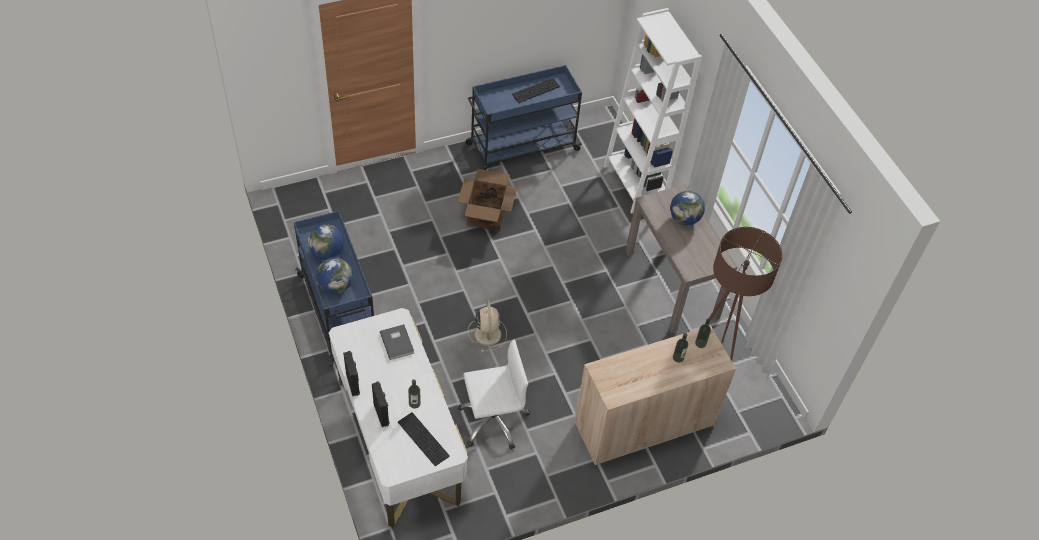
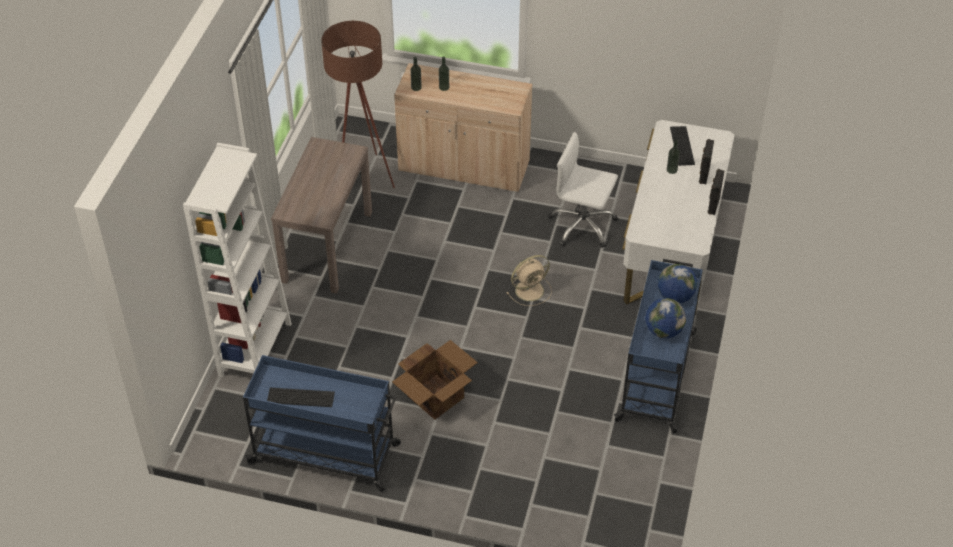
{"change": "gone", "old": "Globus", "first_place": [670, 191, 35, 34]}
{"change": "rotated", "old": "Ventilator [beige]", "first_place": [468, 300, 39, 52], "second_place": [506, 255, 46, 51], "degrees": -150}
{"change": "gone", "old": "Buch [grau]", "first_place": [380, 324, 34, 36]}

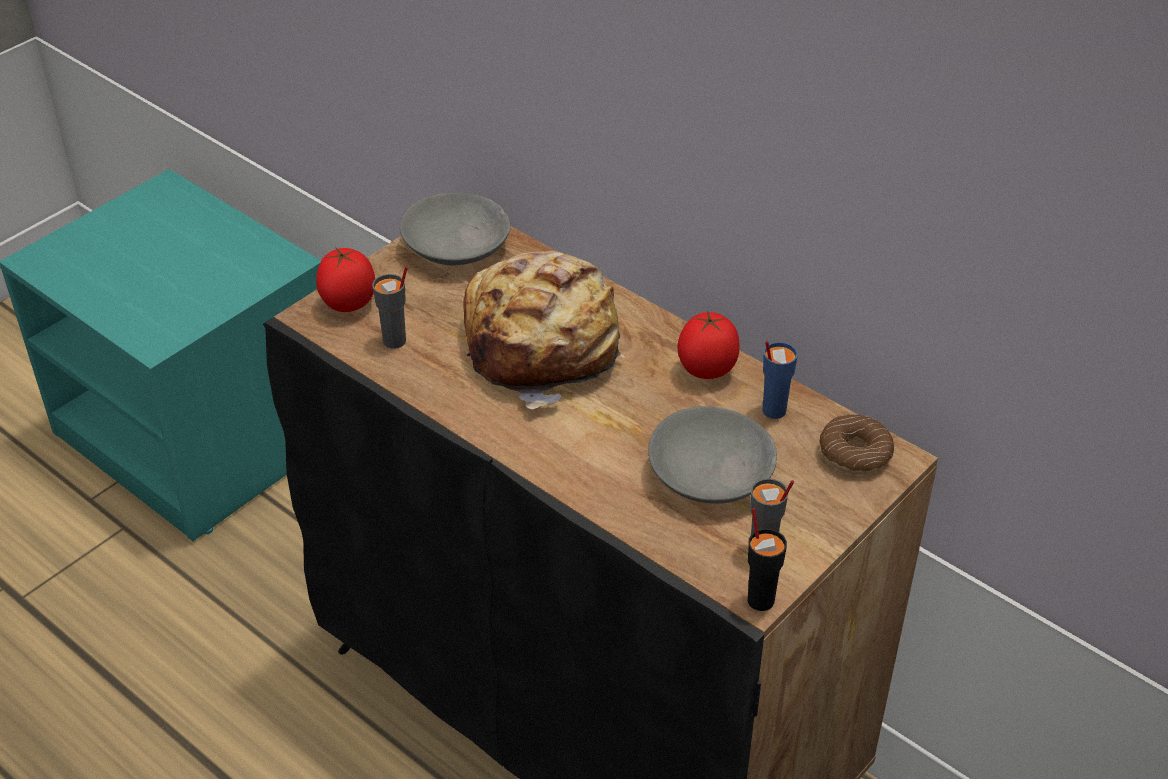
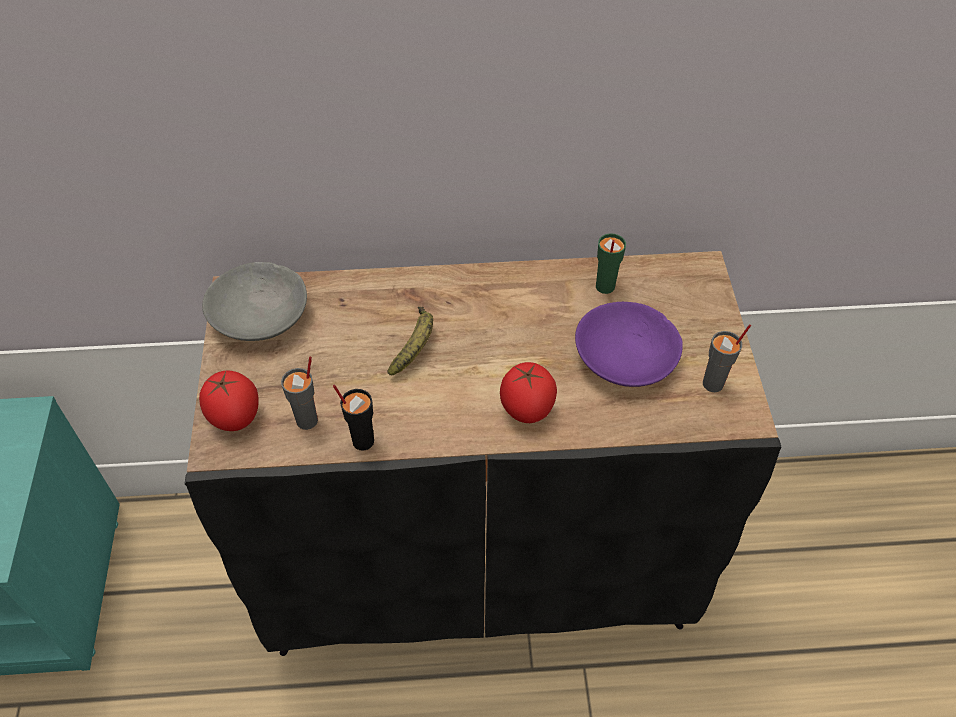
{"change": "swapped", "old": "Brot", "new": "Banane", "first_place": [463, 251, 162, 158], "second_place": [387, 307, 46, 69]}
{"change": "shifted", "old": "Tomate", "first_place": [677, 310, 63, 69], "second_place": [500, 362, 57, 61]}
{"change": "repainted", "old": "Tasse [blau]", "new": "Tasse [grün]", "first_place": [762, 341, 36, 78], "second_place": [596, 233, 30, 61]}
{"change": "repainted", "old": "Schüssel [grau]", "new": "Schüssel [lila]", "first_place": [648, 406, 129, 98], "second_place": [575, 302, 108, 85]}
{"change": "gone", "old": "Donut", "first_place": [820, 414, 74, 61]}
{"change": "shifted", "old": "Tasse [schwarz]", "first_place": [748, 508, 39, 103], "second_place": [333, 385, 41, 66]}

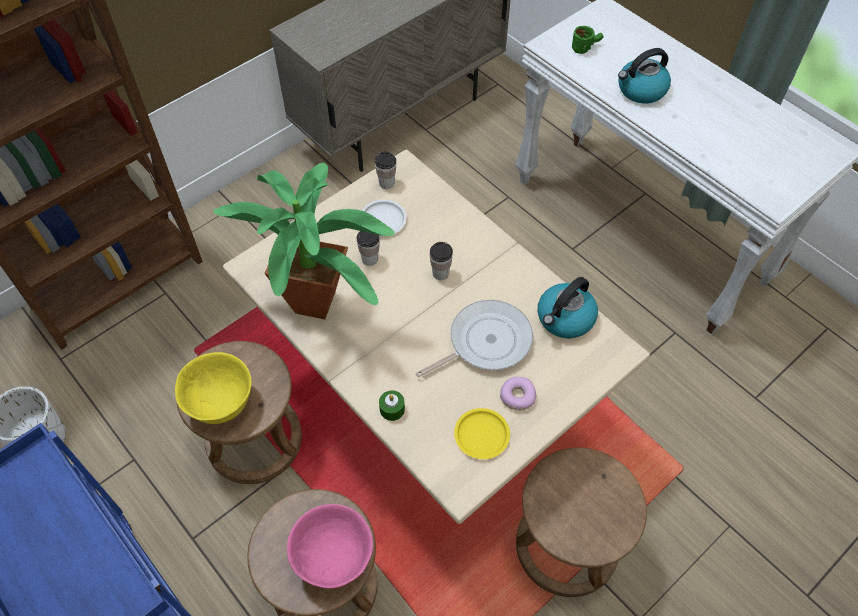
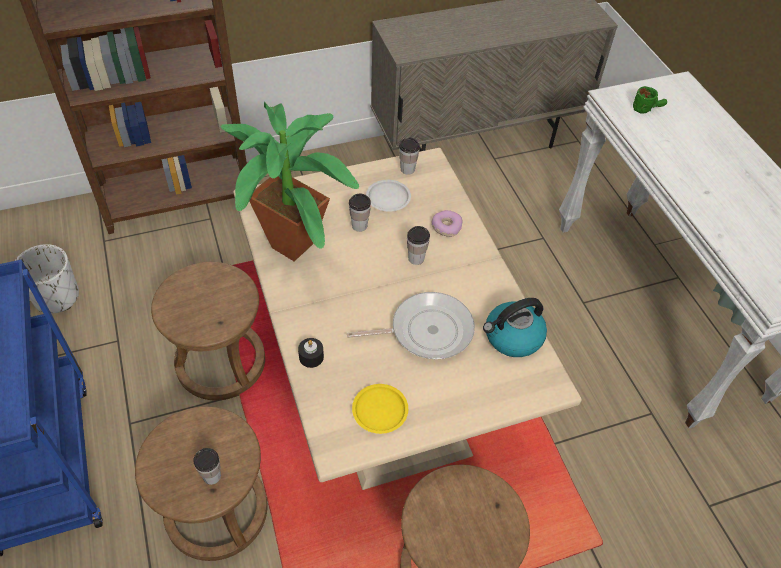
{"change": "gone", "old": "Wasserkessel", "first_place": [618, 48, 53, 56]}
{"change": "gone", "old": "Schüssel [gelb]", "first_place": [175, 352, 77, 72]}
{"change": "shifted", "old": "Donut", "first_place": [500, 377, 36, 33], "second_place": [432, 210, 31, 27]}
{"change": "repainted", "old": "Kerze [grün]", "new": "Kerze [schwarz]", "first_place": [379, 390, 26, 31], "second_place": [298, 338, 26, 30]}
{"change": "swapped", "old": "Schüssel [rosa]", "new": "Tasse", "first_place": [287, 504, 86, 85], "second_place": [193, 448, 28, 37]}

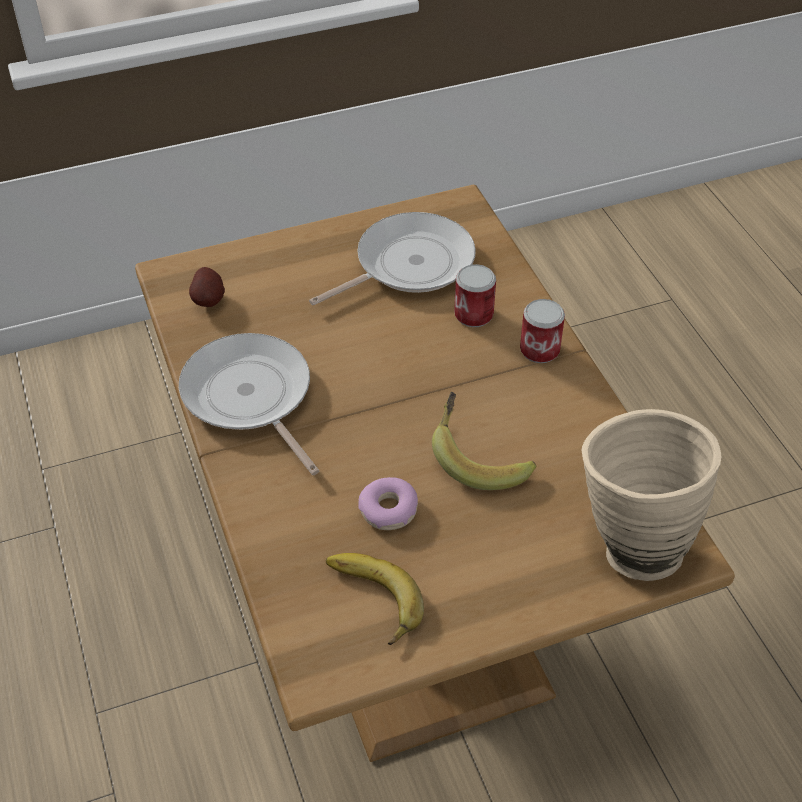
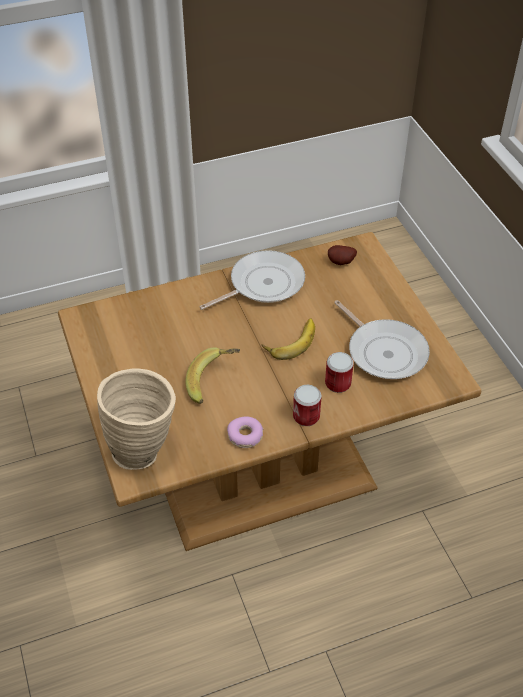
{"change": "shifted", "old": "Donut", "first_place": [358, 477, 60, 53], "second_place": [227, 416, 36, 32]}
{"change": "shifted", "old": "Banane", "first_place": [326, 553, 98, 92], "second_place": [262, 318, 53, 42]}

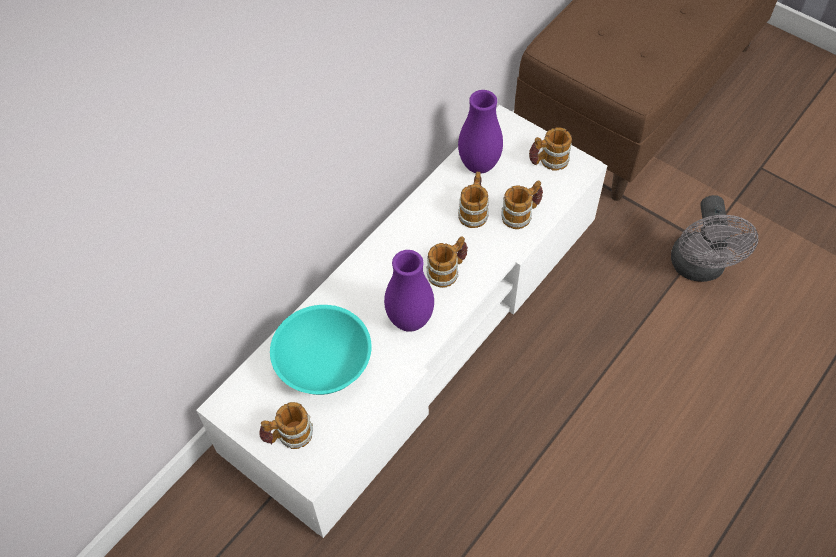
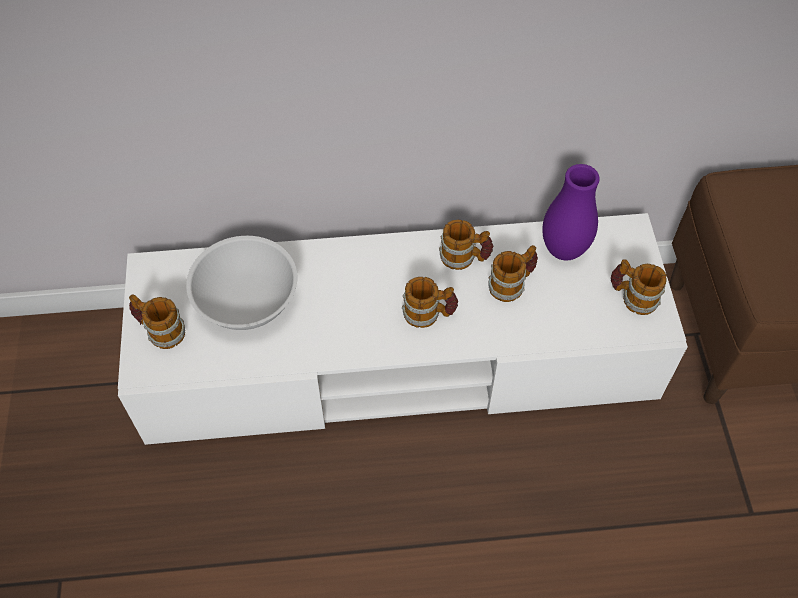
{"change": "shifted", "old": "Henkelbecher", "first_place": [501, 181, 42, 48], "second_place": [439, 220, 54, 50]}
{"change": "gone", "old": "Ventilator [grau]", "first_place": [671, 195, 87, 87]}
{"change": "gone", "old": "Vase [lila]", "first_place": [384, 250, 50, 82]}
{"change": "repainted", "old": "Schüssel [türkis]", "new": "Schüssel [weiß]", "first_place": [270, 305, 102, 90], "second_place": [186, 236, 111, 94]}

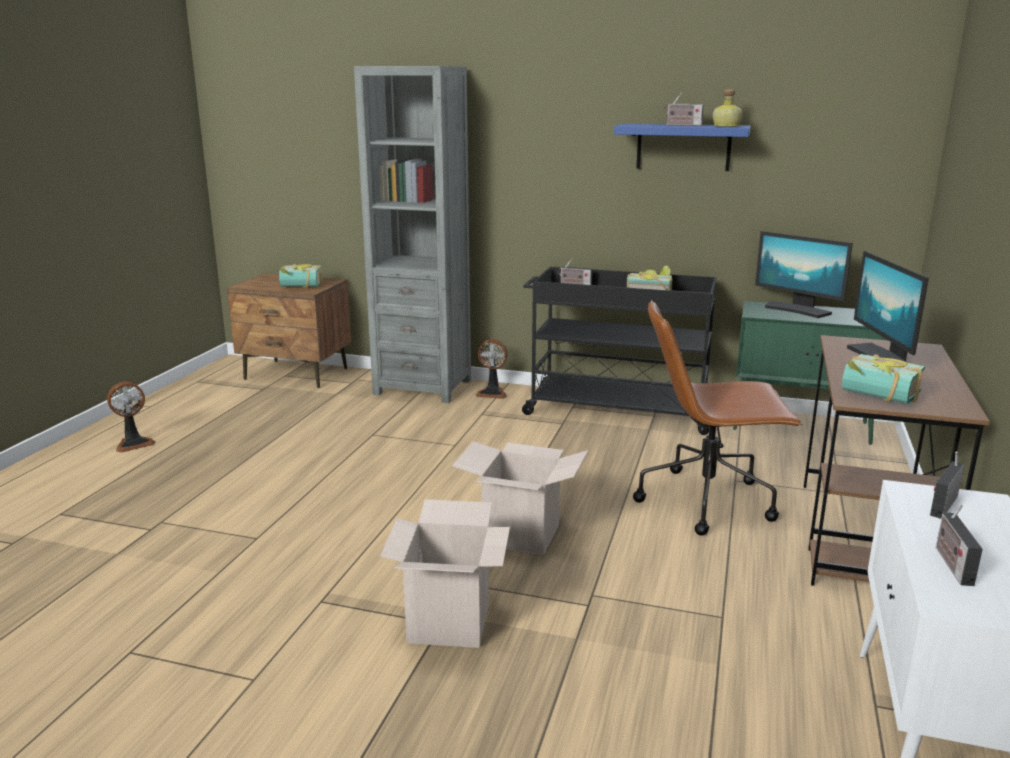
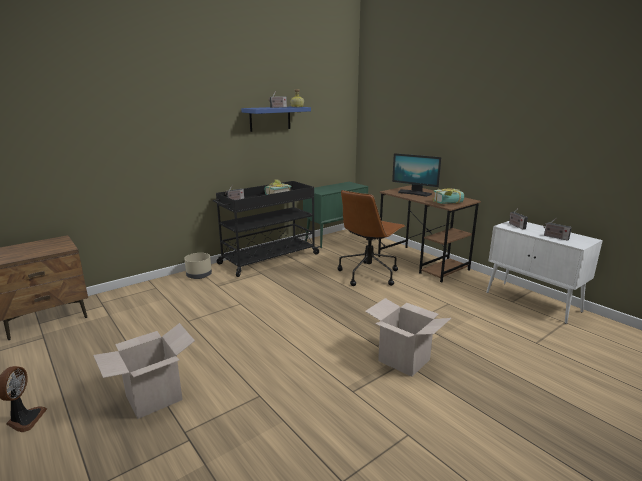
{"change": "gone", "old": "Bücherregal [grau]", "first_place": [354, 66, 117, 337]}
{"change": "gone", "old": "Monitor", "first_place": [755, 231, 98, 87]}
{"change": "gone", "old": "Buch", "first_place": [279, 264, 44, 24]}
{"change": "swapped", "old": "Ventilator", "new": "Pflanzkübel [beige]", "first_place": [475, 339, 33, 60], "second_place": [184, 253, 28, 26]}
{"change": "shifted", "old": "Karton", "first_place": [452, 441, 136, 115], "second_place": [93, 323, 102, 96]}

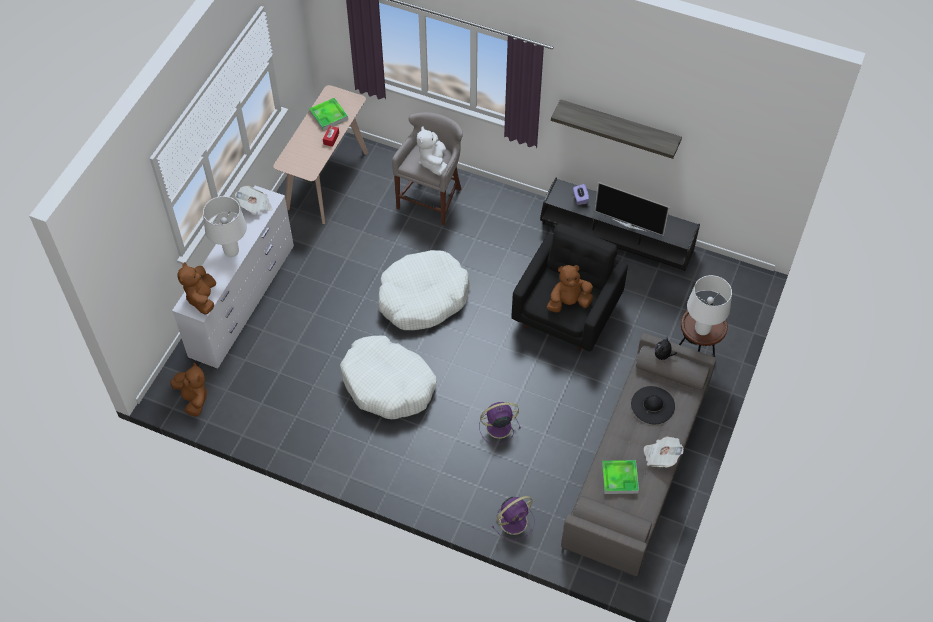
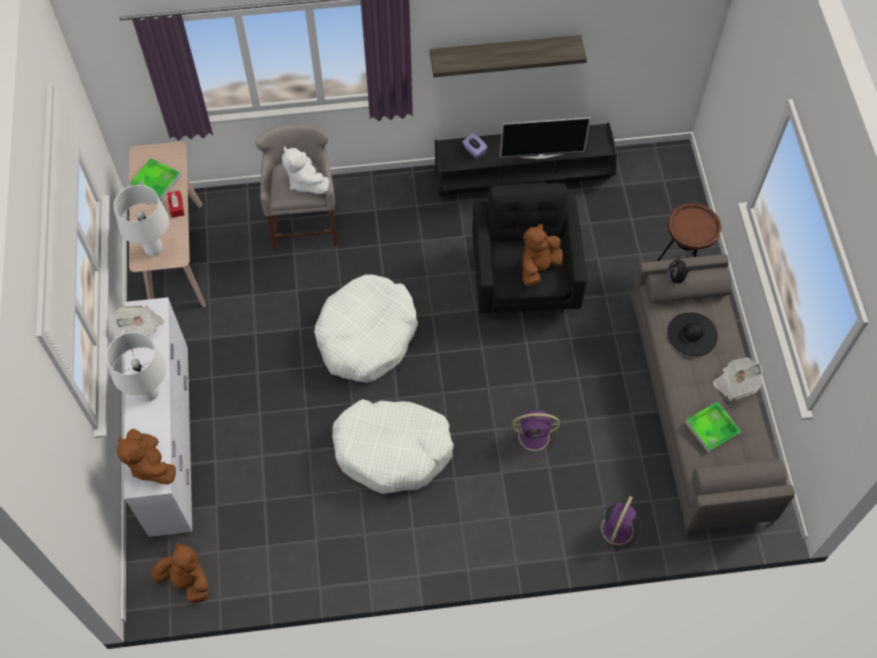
{"change": "shifted", "old": "Tischlampe [weiß]", "first_place": [687, 275, 45, 60], "second_place": [114, 185, 55, 71]}
{"change": "rotated", "old": "Ventilator [lila]", "first_place": [479, 402, 42, 43], "second_place": [510, 409, 50, 48], "degrees": -135}

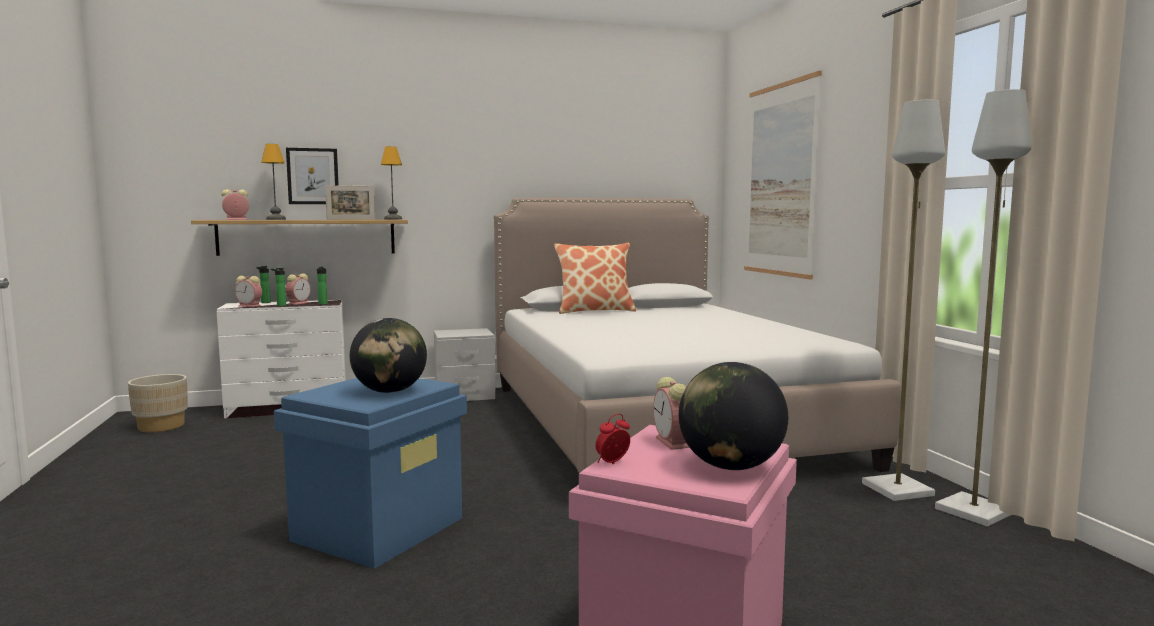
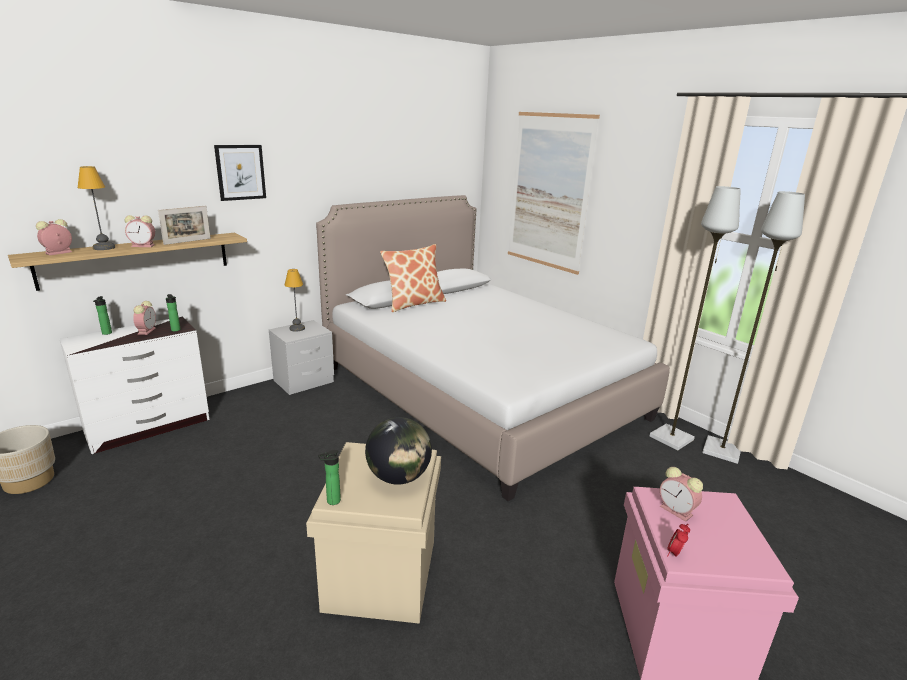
{"change": "shifted", "old": "Tischlampe", "first_place": [381, 146, 21, 74], "second_place": [285, 269, 20, 63]}
{"change": "shifted", "old": "Bild", "first_place": [286, 148, 53, 56], "second_place": [214, 145, 52, 56]}
{"change": "shifted", "old": "Flasche", "first_place": [271, 268, 15, 38], "second_place": [318, 450, 23, 55]}
{"change": "shifted", "old": "Wecker", "first_place": [235, 276, 27, 31], "second_place": [125, 215, 30, 32]}
{"change": "gone", "old": "Globus", "first_place": [679, 362, 109, 108]}
{"change": "repainted", "old": "Aufbewahrungsbox [blau]", "new": "Aufbewahrungsbox [beige]", "first_place": [274, 378, 193, 191], "second_place": [306, 442, 135, 182]}

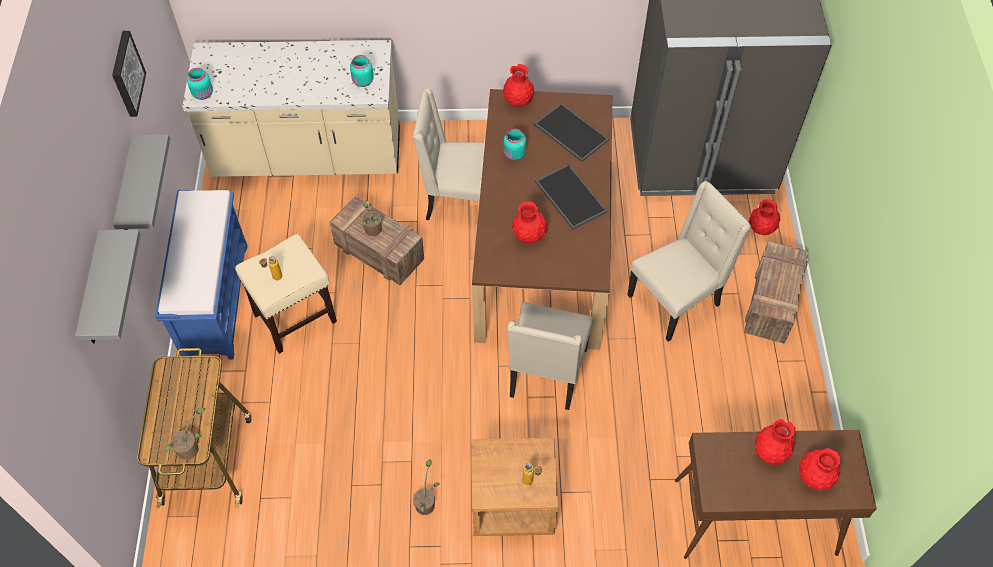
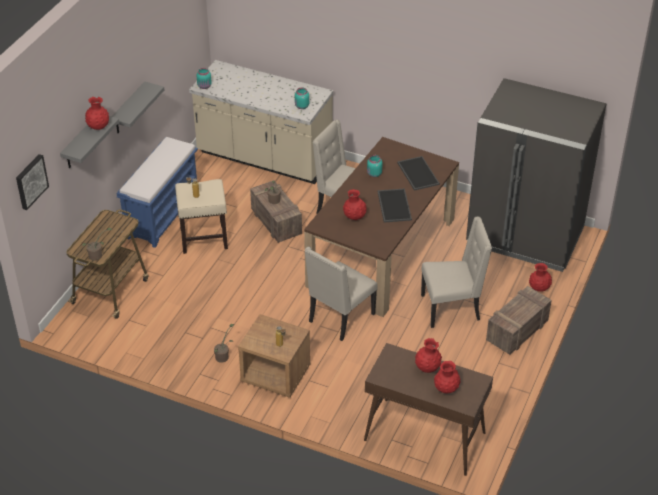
{"change": "shifted", "old": "Bild", "first_place": [112, 31, 34, 86], "second_place": [16, 154, 33, 56]}
{"change": "shifted", "old": "Vase [rot]", "first_place": [503, 64, 31, 43], "second_place": [85, 97, 24, 33]}

